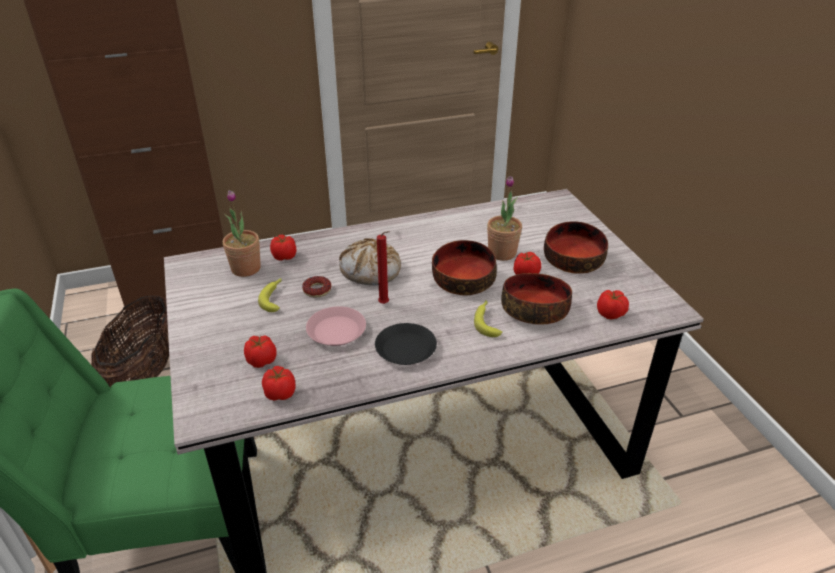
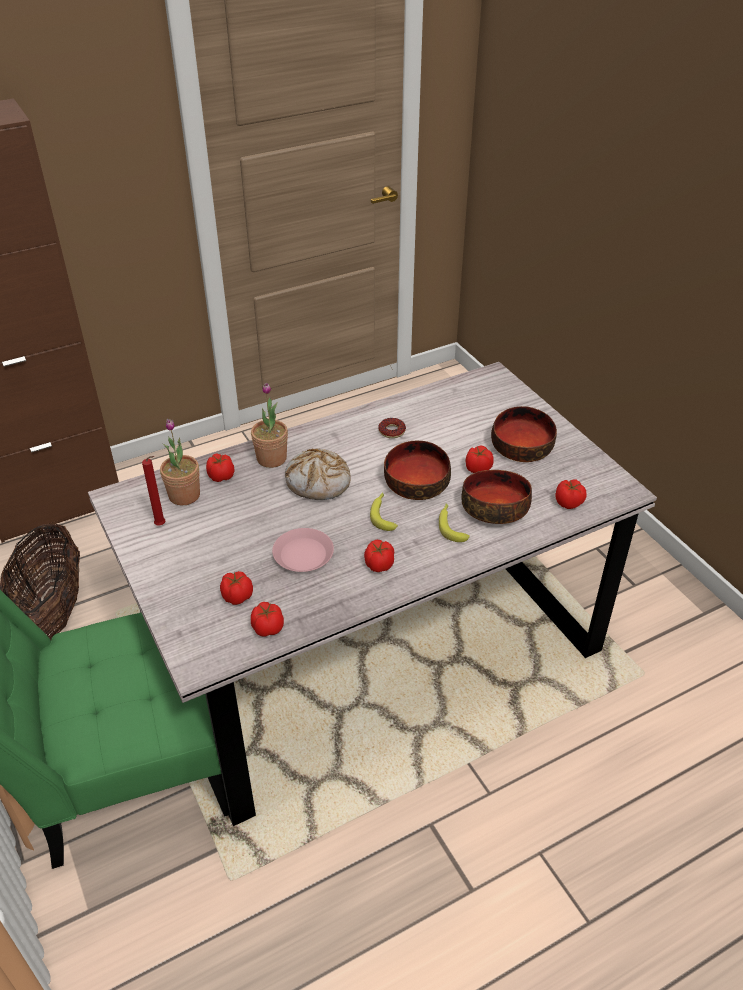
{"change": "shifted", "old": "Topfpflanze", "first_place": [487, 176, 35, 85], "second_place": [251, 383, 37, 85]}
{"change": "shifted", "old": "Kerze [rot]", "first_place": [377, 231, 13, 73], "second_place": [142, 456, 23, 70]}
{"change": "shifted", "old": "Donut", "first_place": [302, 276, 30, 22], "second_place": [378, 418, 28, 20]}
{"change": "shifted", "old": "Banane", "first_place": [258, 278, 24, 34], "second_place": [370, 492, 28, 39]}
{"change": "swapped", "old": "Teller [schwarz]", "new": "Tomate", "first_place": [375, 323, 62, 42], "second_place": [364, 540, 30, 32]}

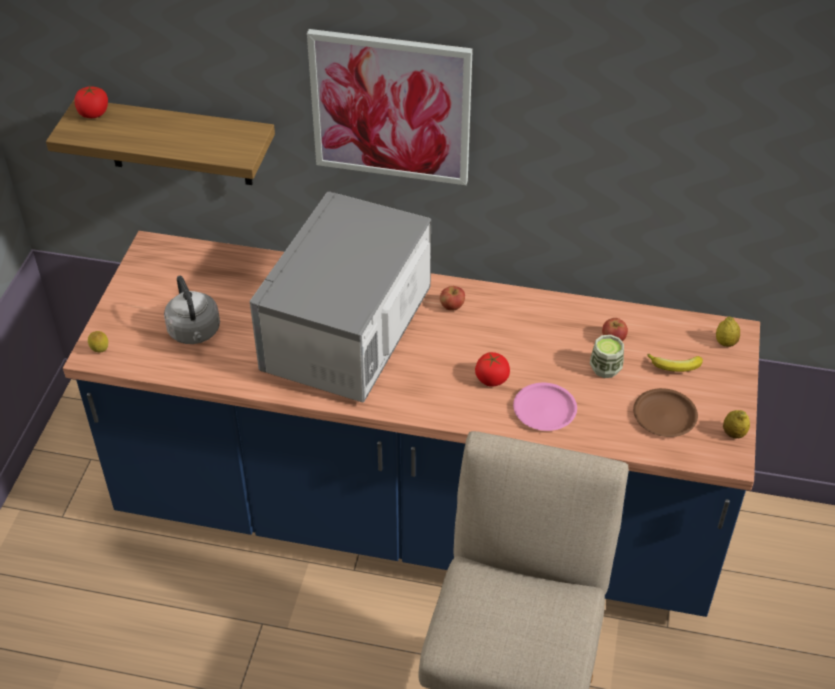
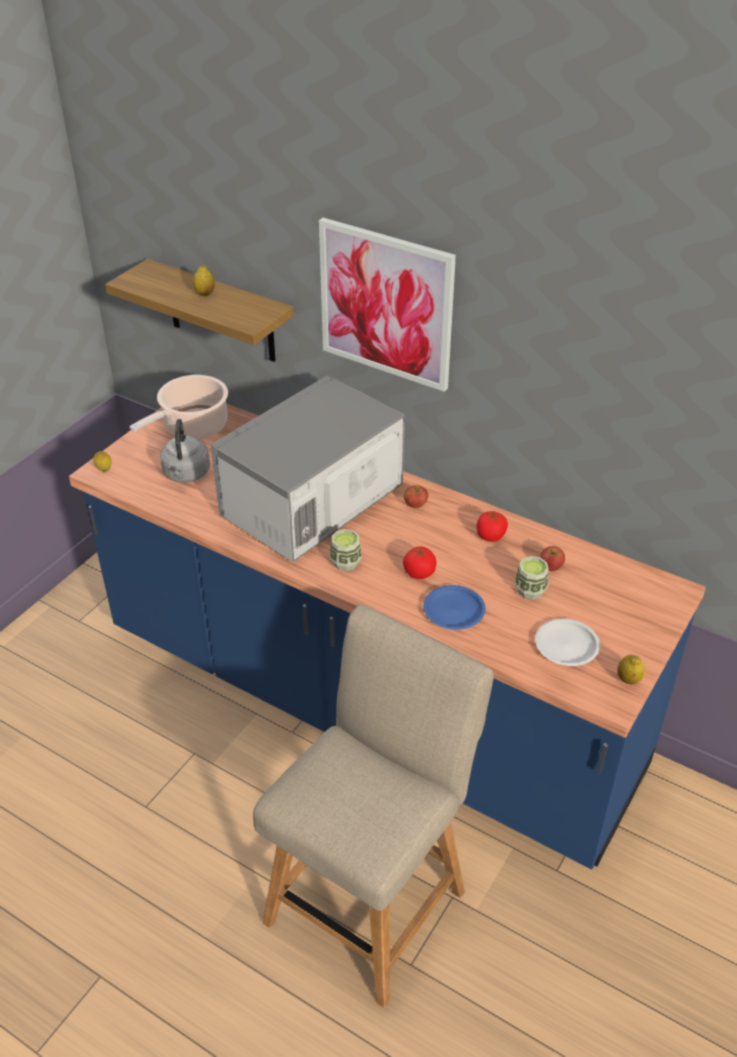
{"change": "shifted", "old": "Tomate", "first_place": [75, 86, 33, 32], "second_place": [476, 511, 32, 31]}
{"change": "shifted", "old": "Zitrone", "first_place": [716, 317, 24, 30], "second_place": [193, 265, 22, 31]}
{"change": "gone", "old": "Banane", "first_place": [647, 353, 56, 19]}
{"change": "repainted", "old": "Teller [rosa]", "new": "Teller [blau]", "first_place": [513, 383, 64, 48], "second_place": [423, 585, 63, 45]}
{"change": "repainted", "old": "Teller [braun]", "new": "Teller [weiß]", "first_place": [633, 388, 65, 49], "second_place": [535, 618, 65, 48]}
{"change": "new", "new": "Kochtopf", "second_place": [130, 375, 98, 64]}
{"change": "new", "new": "Tasse", "second_place": [330, 529, 32, 42]}

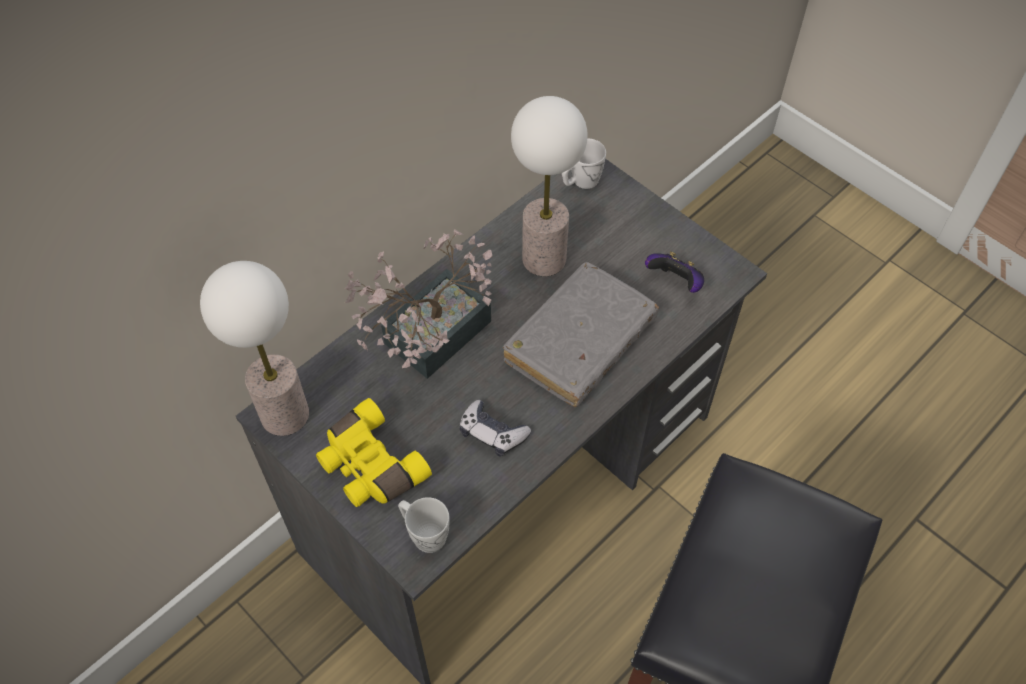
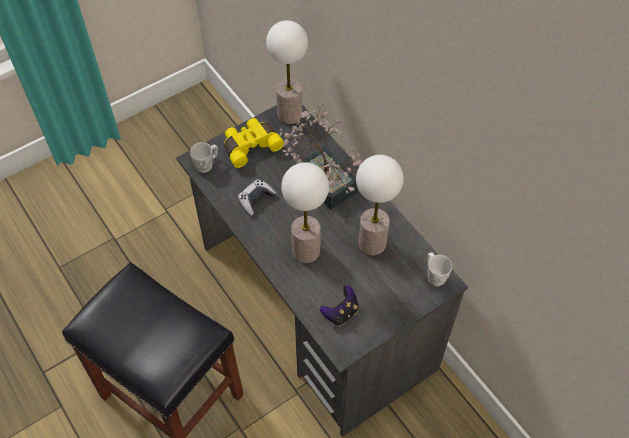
{"change": "swapped", "old": "Buch [grau]", "new": "Tischlampe", "first_place": [503, 262, 156, 145], "second_place": [281, 163, 48, 100]}

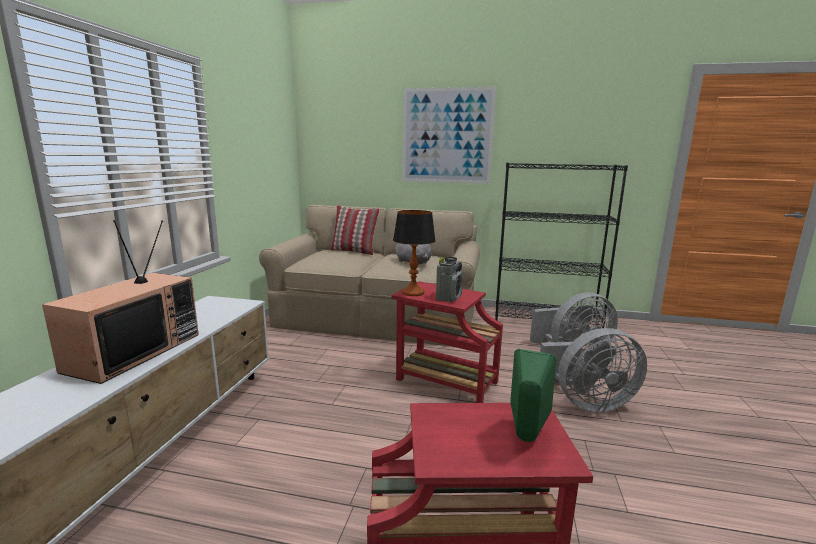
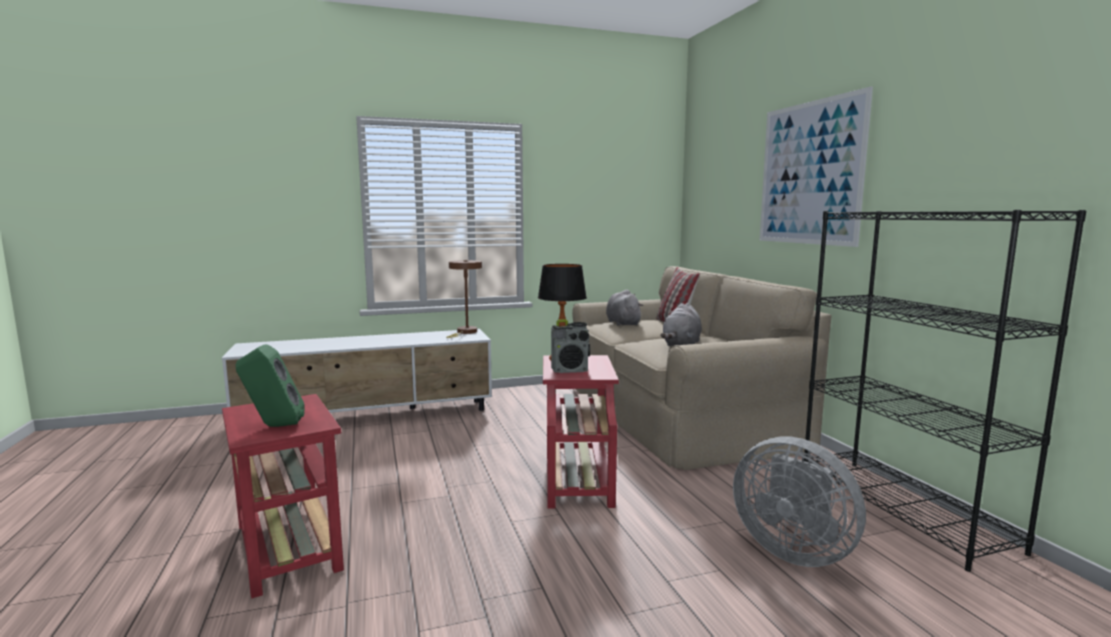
{"change": "gone", "old": "Fernseher", "first_place": [42, 220, 157, 164]}
{"change": "gone", "old": "Ventilator [grau]", "first_place": [540, 328, 107, 84]}
{"change": "new", "new": "Tischlampe [braun]", "second_place": [446, 260, 36, 78]}
{"change": "new", "new": "Plüschtier [grau]", "second_place": [606, 290, 37, 36]}

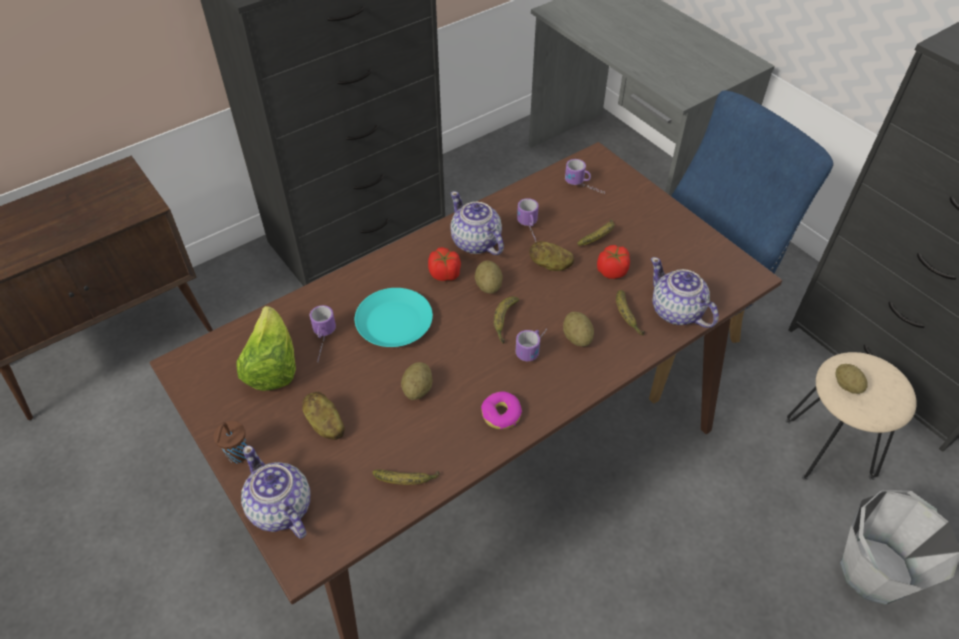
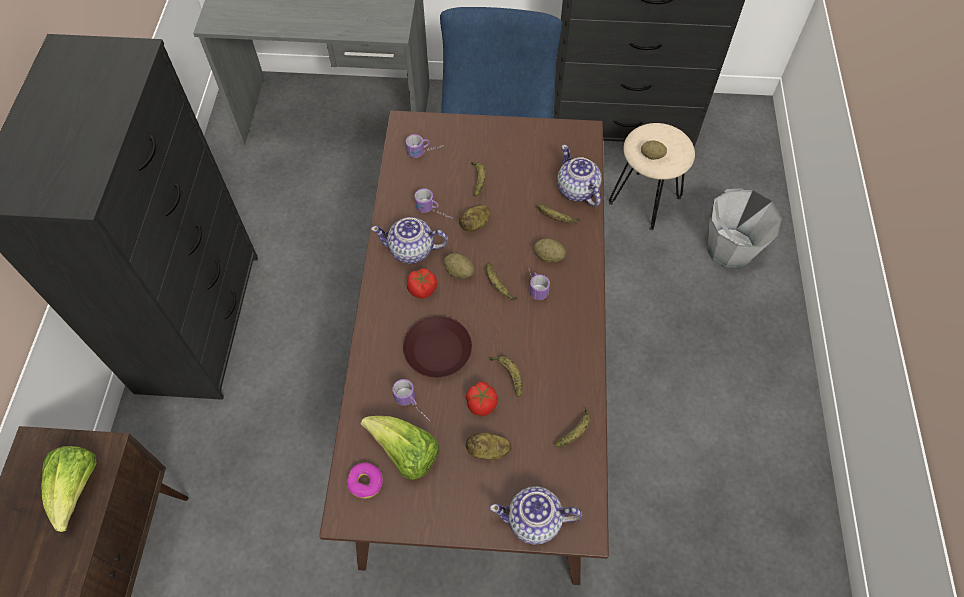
{"change": "shifted", "old": "Tomate", "first_place": [597, 245, 33, 34], "second_place": [466, 382, 32, 34]}
{"change": "rotated", "old": "Teekanne", "first_place": [651, 257, 68, 71], "second_place": [557, 145, 44, 62], "degrees": 60}
{"change": "repainted", "old": "Teller [türkis]", "new": "Teller [braun]", "first_place": [355, 288, 78, 59], "second_place": [403, 316, 69, 62]}
{"change": "swapped", "old": "Kartoffel", "new": "Banane", "first_place": [401, 362, 31, 38], "second_place": [489, 356, 33, 41]}
{"change": "shifted", "old": "Donut", "first_place": [481, 391, 41, 38], "second_place": [347, 462, 37, 37]}
{"change": "gone", "old": "Tasse [braun]", "first_place": [214, 421, 33, 42]}
{"change": "new", "new": "Salatkopf", "second_place": [41, 446, 55, 86]}

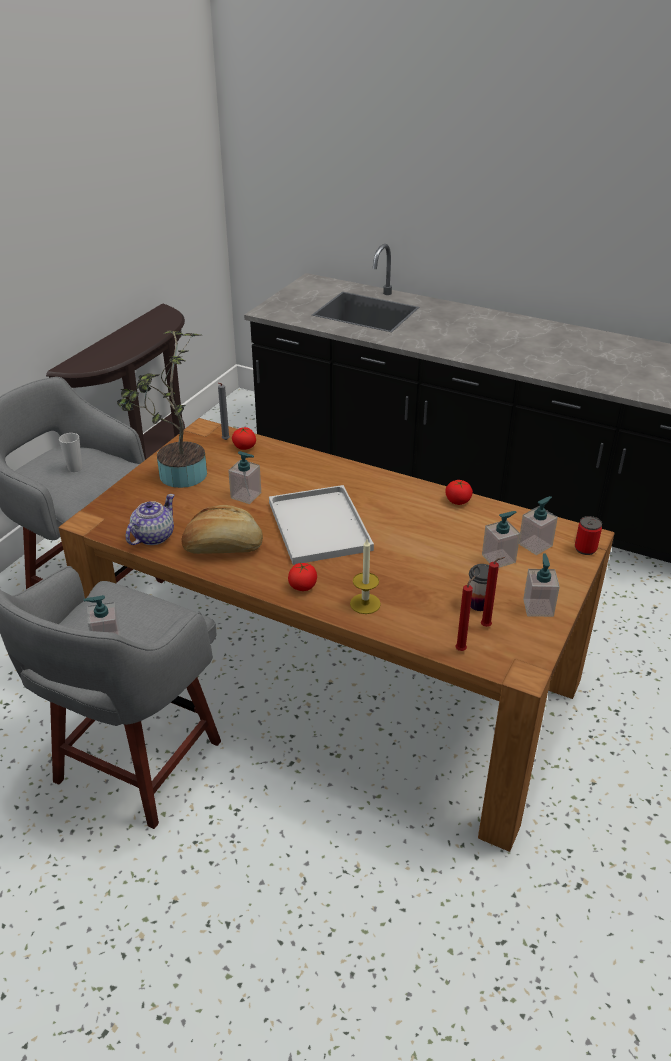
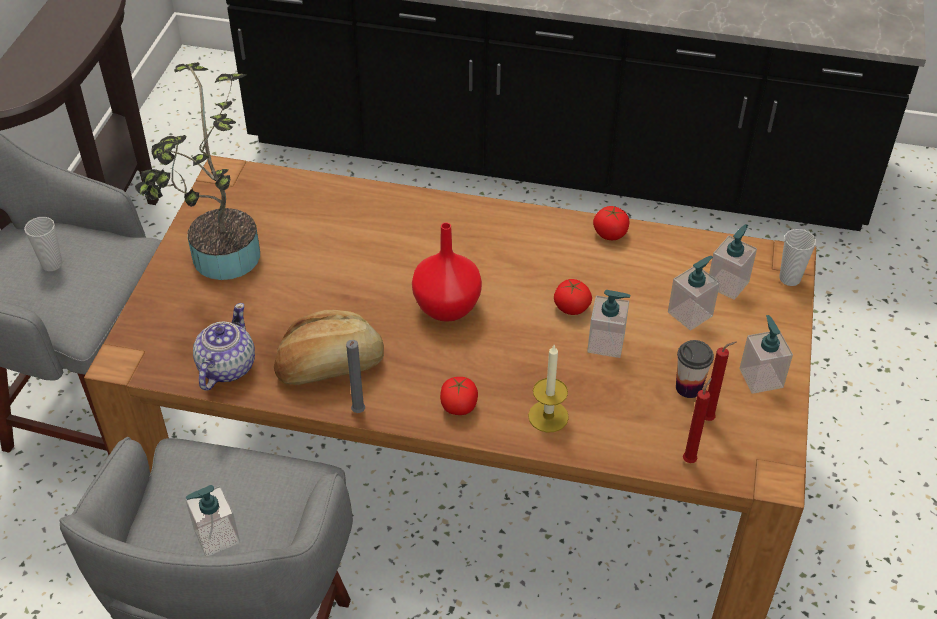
{"change": "shifted", "old": "Kerze [grau]", "first_place": [218, 383, 12, 57], "second_place": [346, 340, 19, 73]}
{"change": "shifted", "old": "Tomate", "first_place": [232, 427, 24, 23], "second_place": [554, 279, 38, 36]}
{"change": "shifted", "old": "Seifenspender", "first_place": [228, 451, 33, 53], "second_place": [587, 290, 43, 68]}
{"change": "swapped", "old": "Tablett [weiß]", "new": "Vase [rot]", "first_place": [269, 485, 105, 80], "second_place": [412, 222, 70, 100]}
{"change": "swapped", "old": "Dose", "new": "Tasse", "first_place": [575, 516, 27, 39], "second_place": [779, 229, 37, 57]}

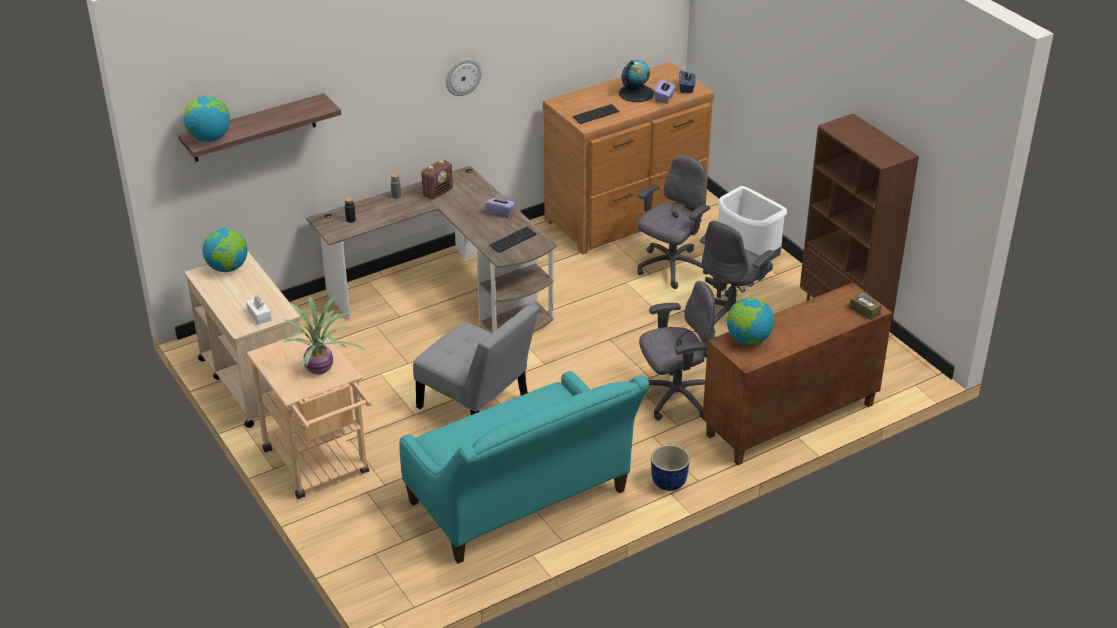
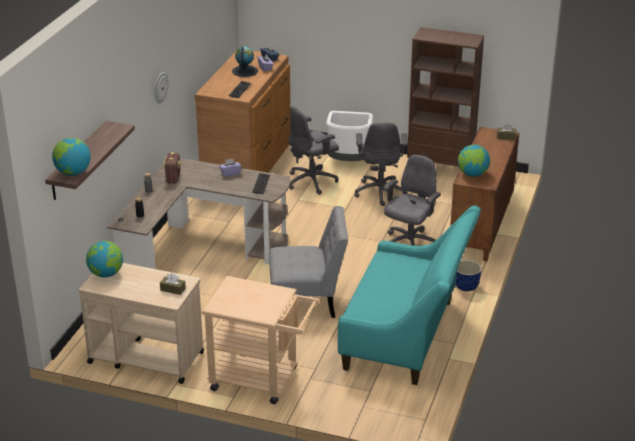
{"change": "rotated", "old": "Bürostuhl [grau]", "first_place": [637, 155, 73, 134], "second_place": [288, 107, 51, 88], "degrees": -120}
{"change": "repainted", "old": "Taschentuchbox [weiß]", "new": "Taschentuchbox [braun]", "first_place": [246, 295, 26, 30], "second_place": [160, 273, 26, 22]}
{"change": "gone", "old": "Topfpflanze", "first_place": [275, 296, 91, 79]}

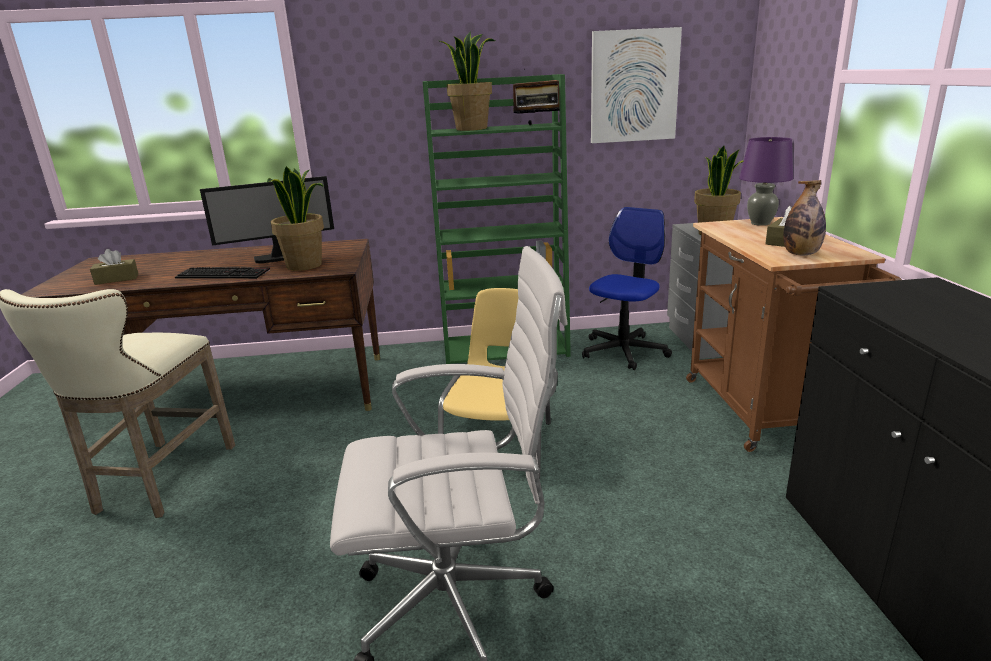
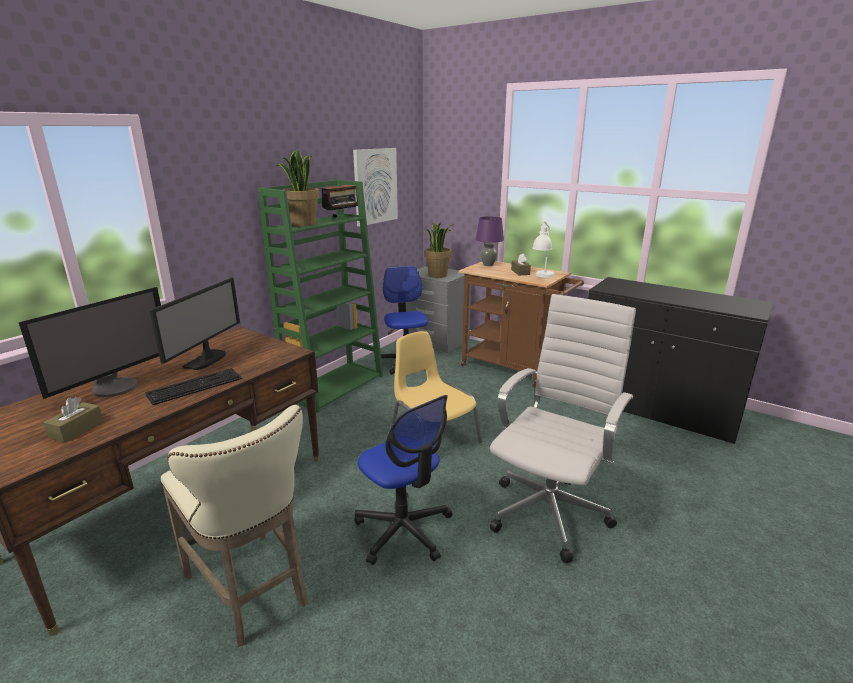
{"change": "gone", "old": "Topfpflanze", "first_place": [267, 166, 57, 105]}
{"change": "swapped", "old": "Flasche", "new": "Tischlampe [weiß]", "first_place": [783, 180, 43, 75], "second_place": [532, 220, 23, 58]}
{"change": "new", "new": "Monitor", "second_place": [19, 287, 142, 112]}
{"change": "new", "new": "Bürostuhl", "second_place": [354, 395, 99, 170]}

